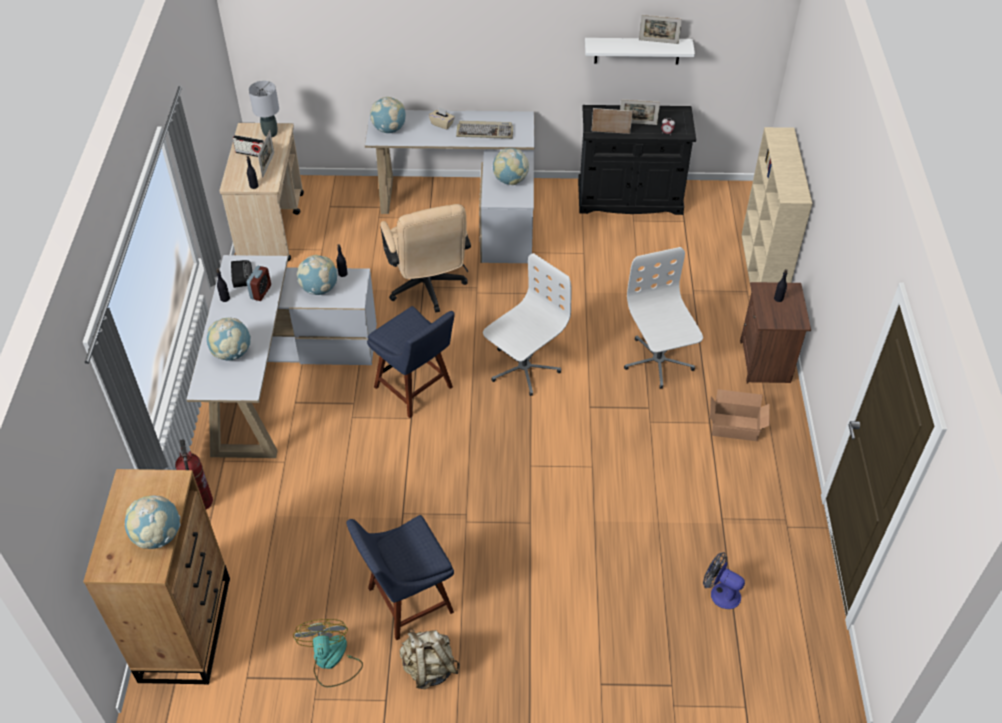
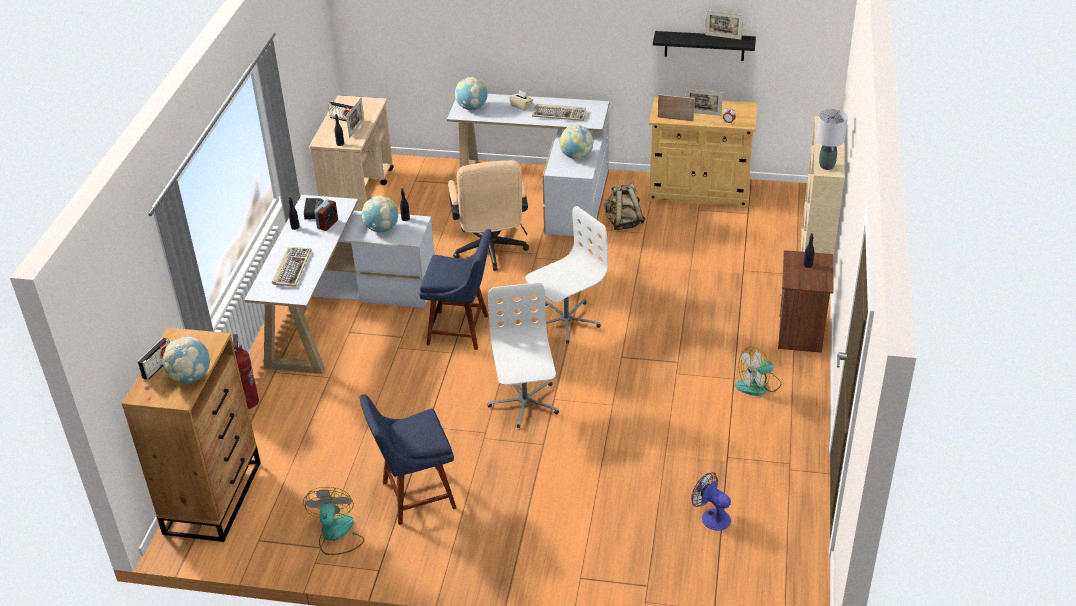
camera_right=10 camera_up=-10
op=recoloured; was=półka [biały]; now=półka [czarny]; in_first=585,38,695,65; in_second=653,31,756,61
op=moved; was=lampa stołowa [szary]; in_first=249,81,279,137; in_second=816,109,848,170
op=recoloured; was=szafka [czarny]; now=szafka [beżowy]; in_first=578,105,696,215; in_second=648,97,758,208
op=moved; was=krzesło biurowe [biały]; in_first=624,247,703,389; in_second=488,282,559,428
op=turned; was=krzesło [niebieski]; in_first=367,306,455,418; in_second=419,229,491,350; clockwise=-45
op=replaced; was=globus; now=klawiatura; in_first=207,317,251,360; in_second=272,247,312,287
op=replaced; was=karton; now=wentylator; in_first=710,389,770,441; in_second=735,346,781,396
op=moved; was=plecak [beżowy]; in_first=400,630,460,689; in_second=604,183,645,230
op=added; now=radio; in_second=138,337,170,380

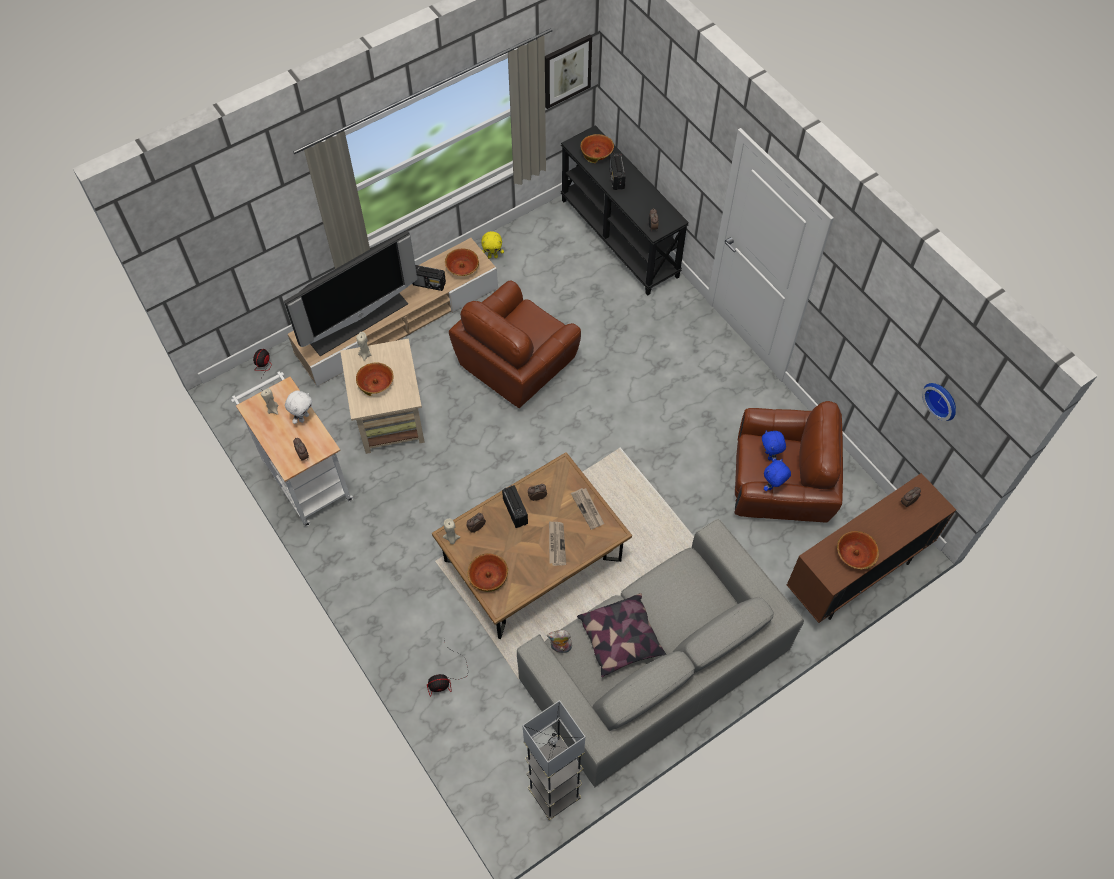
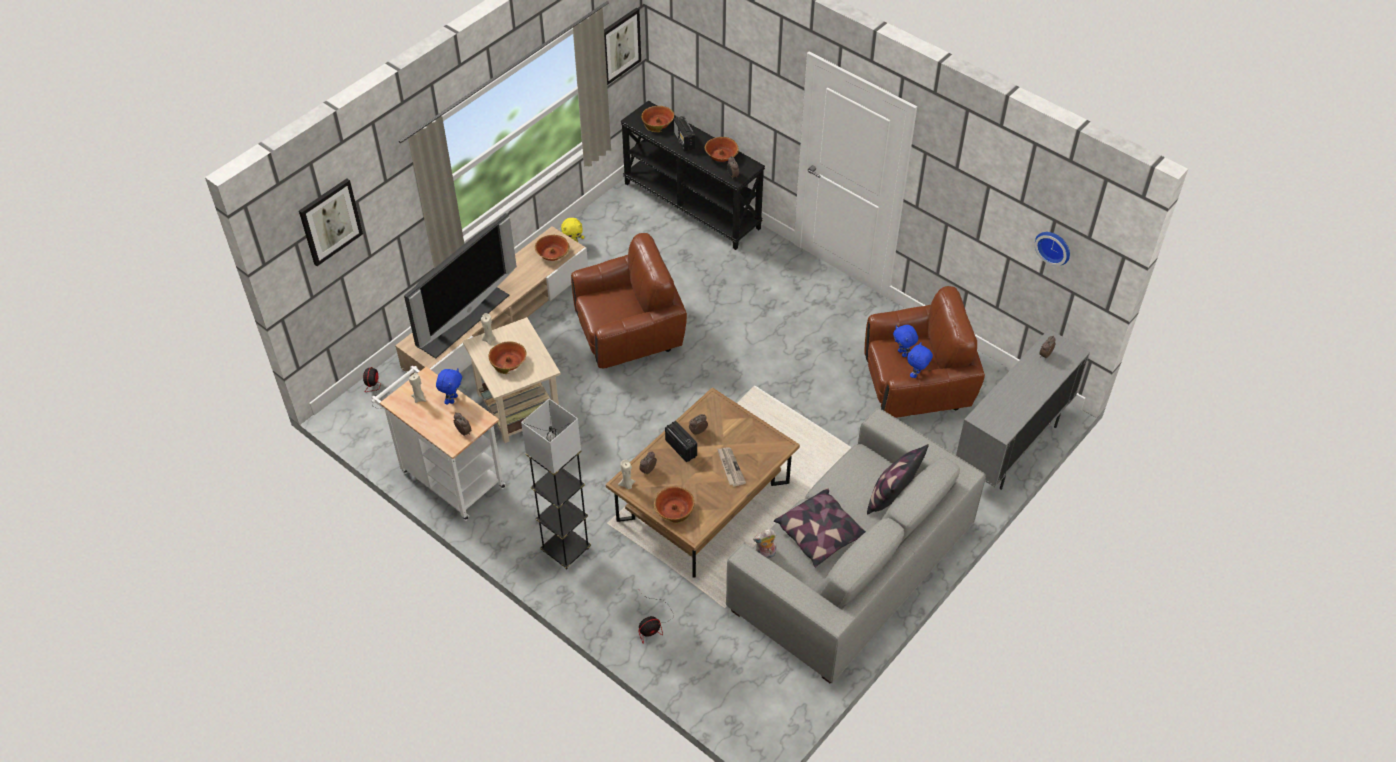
camera_right=-15 camera_up=-10
op=removed; was=radio; in_first=413,265,446,291
op=turned; was=fotel [brązowy]; in_first=449,280,581,408; in_second=571,233,687,368; clockwise=-135
op=recoloured; was=pluszak [biały]; now=pluszak [niebieski]; in_first=285,391,312,424; in_second=436,368,462,404
op=recoloured; was=szafka [brązowy]; now=szafka [szary]; in_first=787,473,956,623; in_second=956,329,1090,490
op=removed; was=gazeta; in_first=571,488,604,530
op=moved; was=miska; in_first=837,531,879,570; in_second=705,137,739,162
op=moved; was=lampa stojąca [szary]; in_first=522,700,585,820; in_second=521,399,591,569
op=added; now=obraz; in_second=299,179,363,266
op=added; now=poduszka; in_second=867,444,929,514

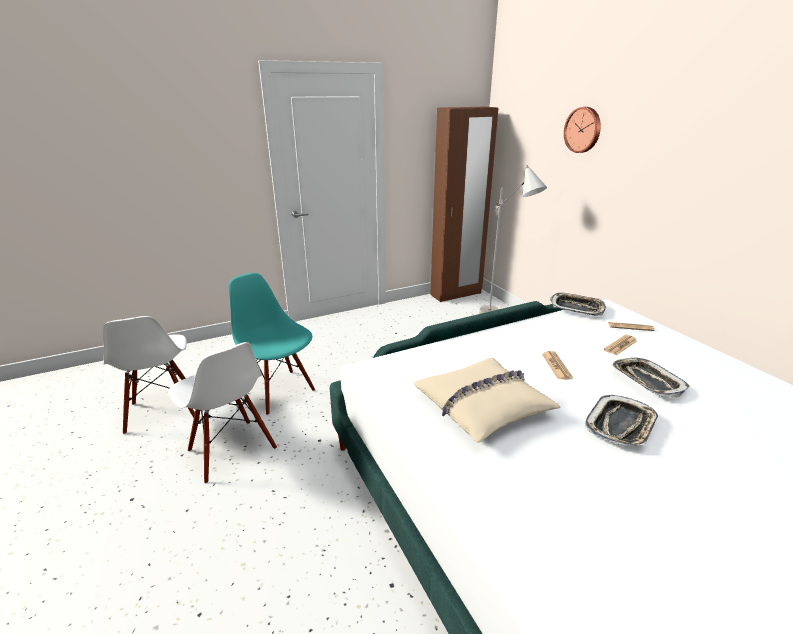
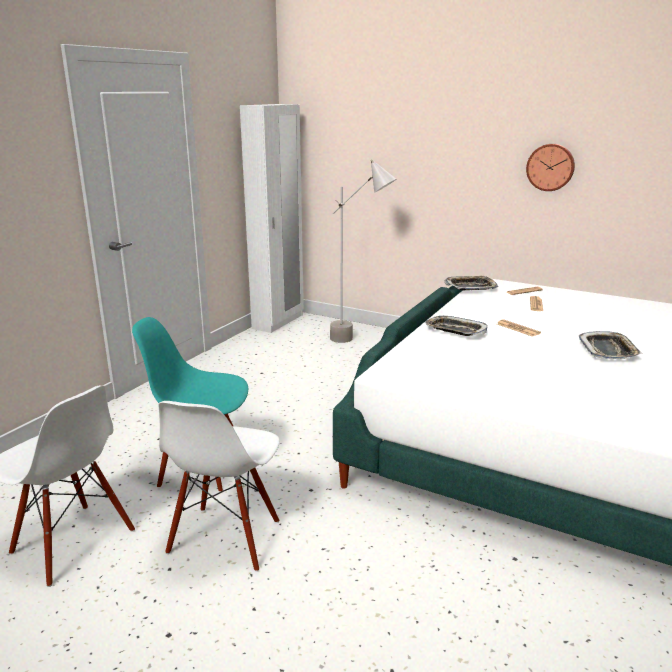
camera_right=-35 camera_up=-5
op=recoloured; was=szafa [brązowy]; now=szafa [biały]; in_first=430,107,498,302; in_second=240,104,304,333
op=moved; was=zegar ścienny; in_first=564,107,601,153; in_second=526,144,575,191
op=turned; was=krzesło [biały]; in_first=168,342,277,484; in_second=158,401,280,572; clockwise=90
op=removed; was=poduszka [beżowy]; in_first=413,358,561,443
op=moved; was=taca; in_first=612,358,690,398; in_second=425,316,487,336

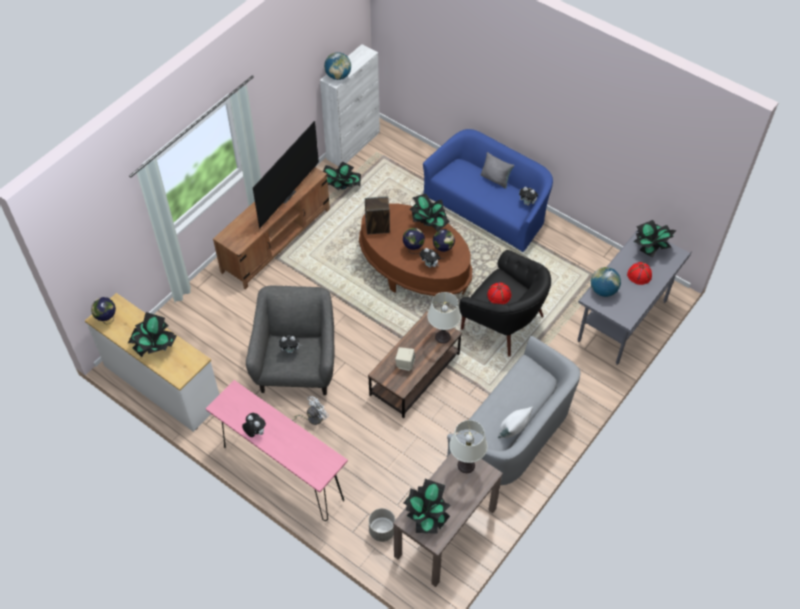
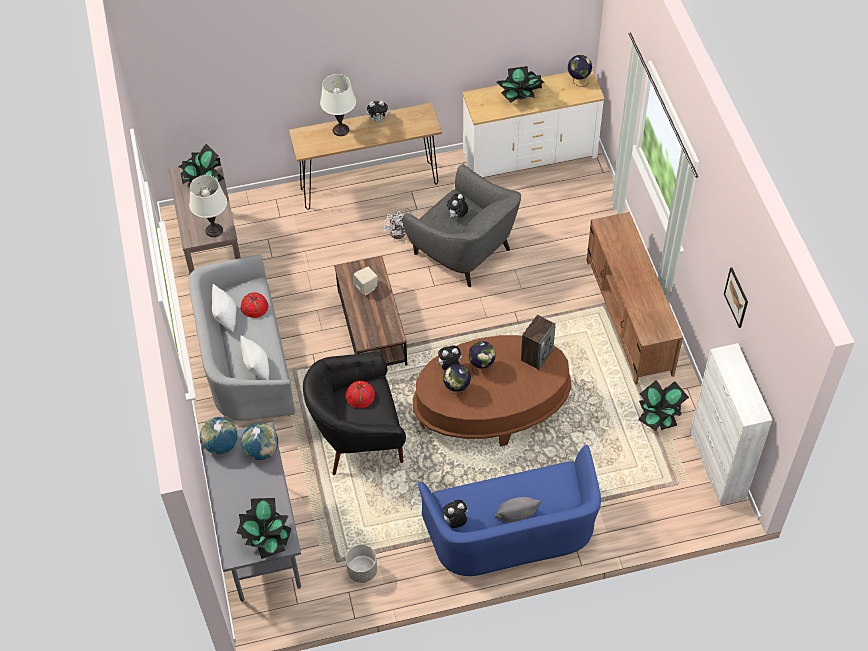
camera_right=130 camera_up=0
op=moved; was=globus; in_first=324,52,351,80; in_second=200,417,238,454
op=removed; was=telewizor; in_first=253,121,319,228
op=removed; was=roślina doniczkowa; in_first=409,193,450,231
op=moved; was=kapelusz [czerwony]; in_first=627,262,652,285; in_second=241,292,268,318
op=moved; was=lampa stołowa [biały]; in_first=427,292,461,344; in_second=320,74,356,136
op=recoloured; was=stolik konsolowy [różowy]; now=stolik konsolowy [brązowy]; in_first=205,380,348,521; in_second=289,103,442,210
op=moved; was=donica [szary]; in_first=369,508,395,542; in_second=346,544,377,583
op=added; now=obraz; in_second=724,268,748,328
op=added; now=poduszka [biały]; in_second=240,336,269,380

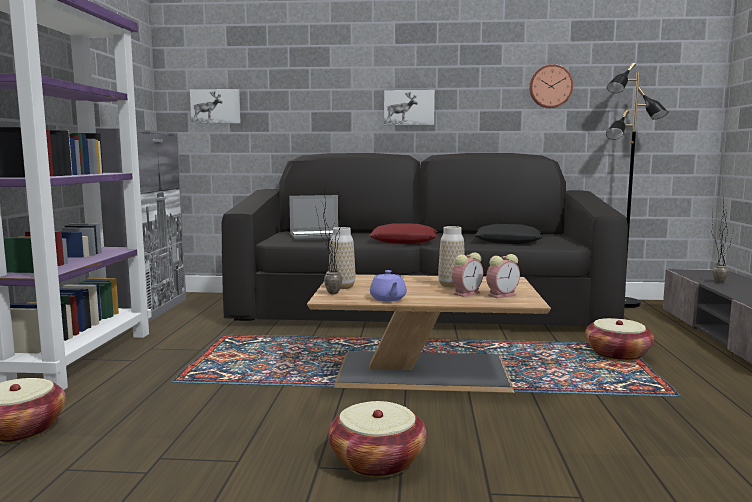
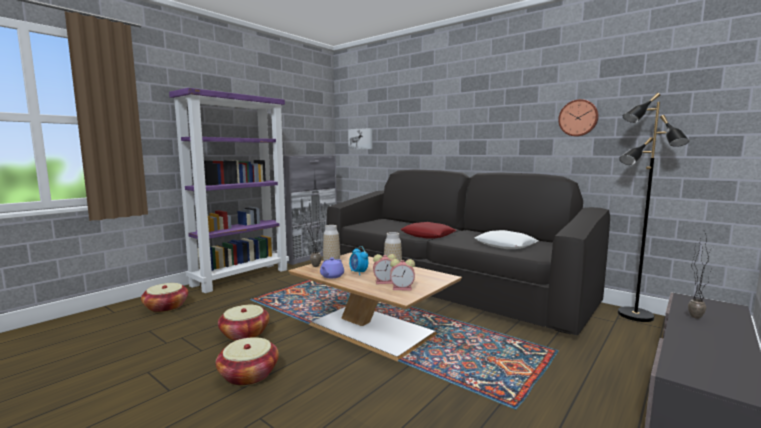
camera_right=35 camera_up=0
op=removed; was=obraz; in_first=384,90,435,125
op=removed; was=laptop; in_first=289,195,338,240
op=recoloured; was=poduszka [czarny]; now=poduszka [biały]; in_first=474,224,543,244; in_second=475,230,538,249
op=moved; was=koszyk; in_first=585,318,654,361; in_second=218,305,269,341
op=added; now=budzik; in_second=349,246,368,275

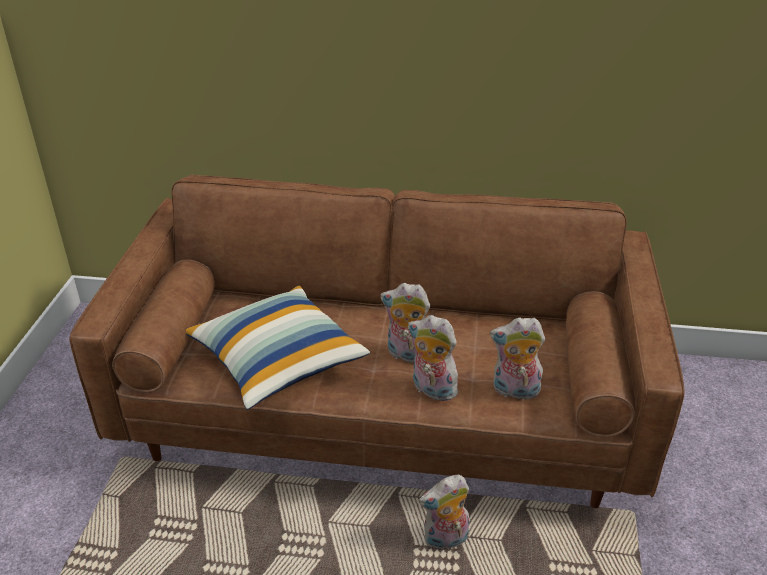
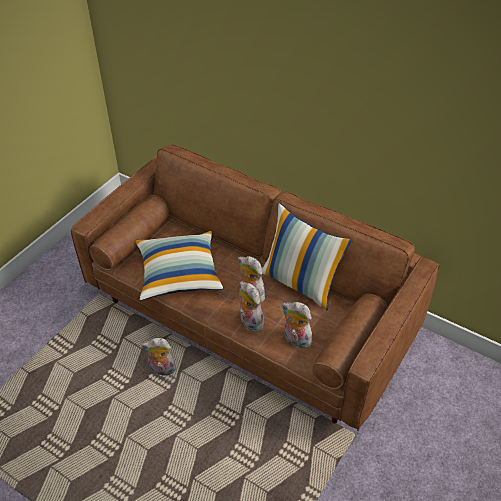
camera_right=25 camera_up=10
op=moved; was=pluszak; in_first=419,475,469,549; in_second=141,338,176,376
op=added; now=poduszka; in_second=262,203,352,311

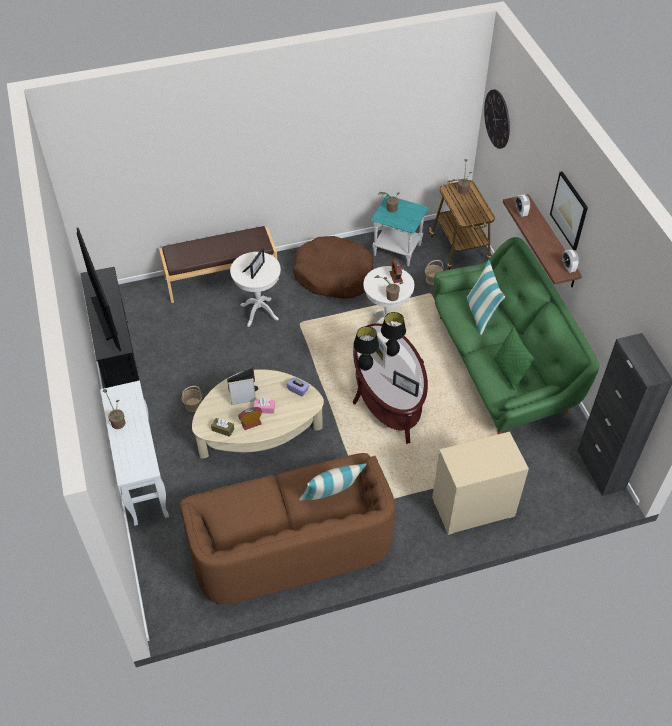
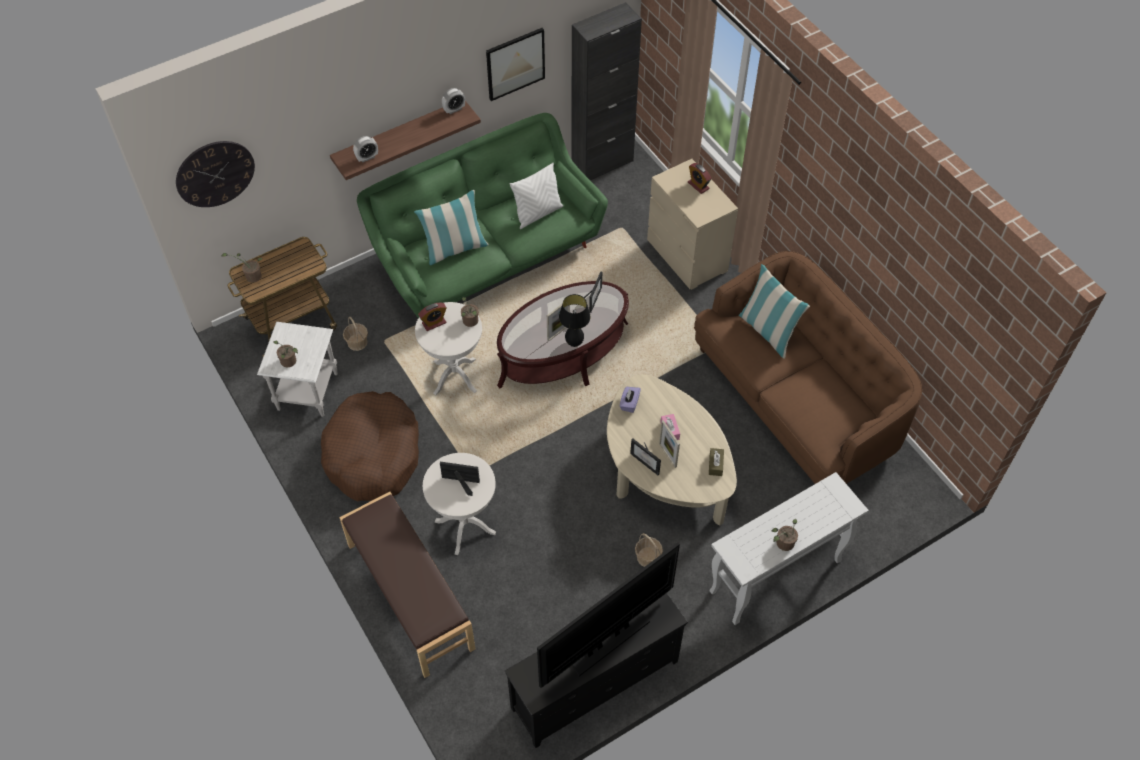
camera_right=-105 camera_up=5
op=moved; was=obraz; in_first=550,171,588,250; in_second=486,28,545,101
op=recoloured; was=stolik [turkusowy]; now=stolik [biały]; in_first=370,195,429,266; in_second=257,322,338,417
op=removed; was=lampa stołowa [czarny]; in_first=381,312,406,356
op=recoloured; was=poduszka [zielony]; now=poduszka [biały]; in_first=494,326,535,390; in_second=510,163,563,229
op=moved; was=budzik; in_first=238,407,262,430; in_second=688,163,711,194

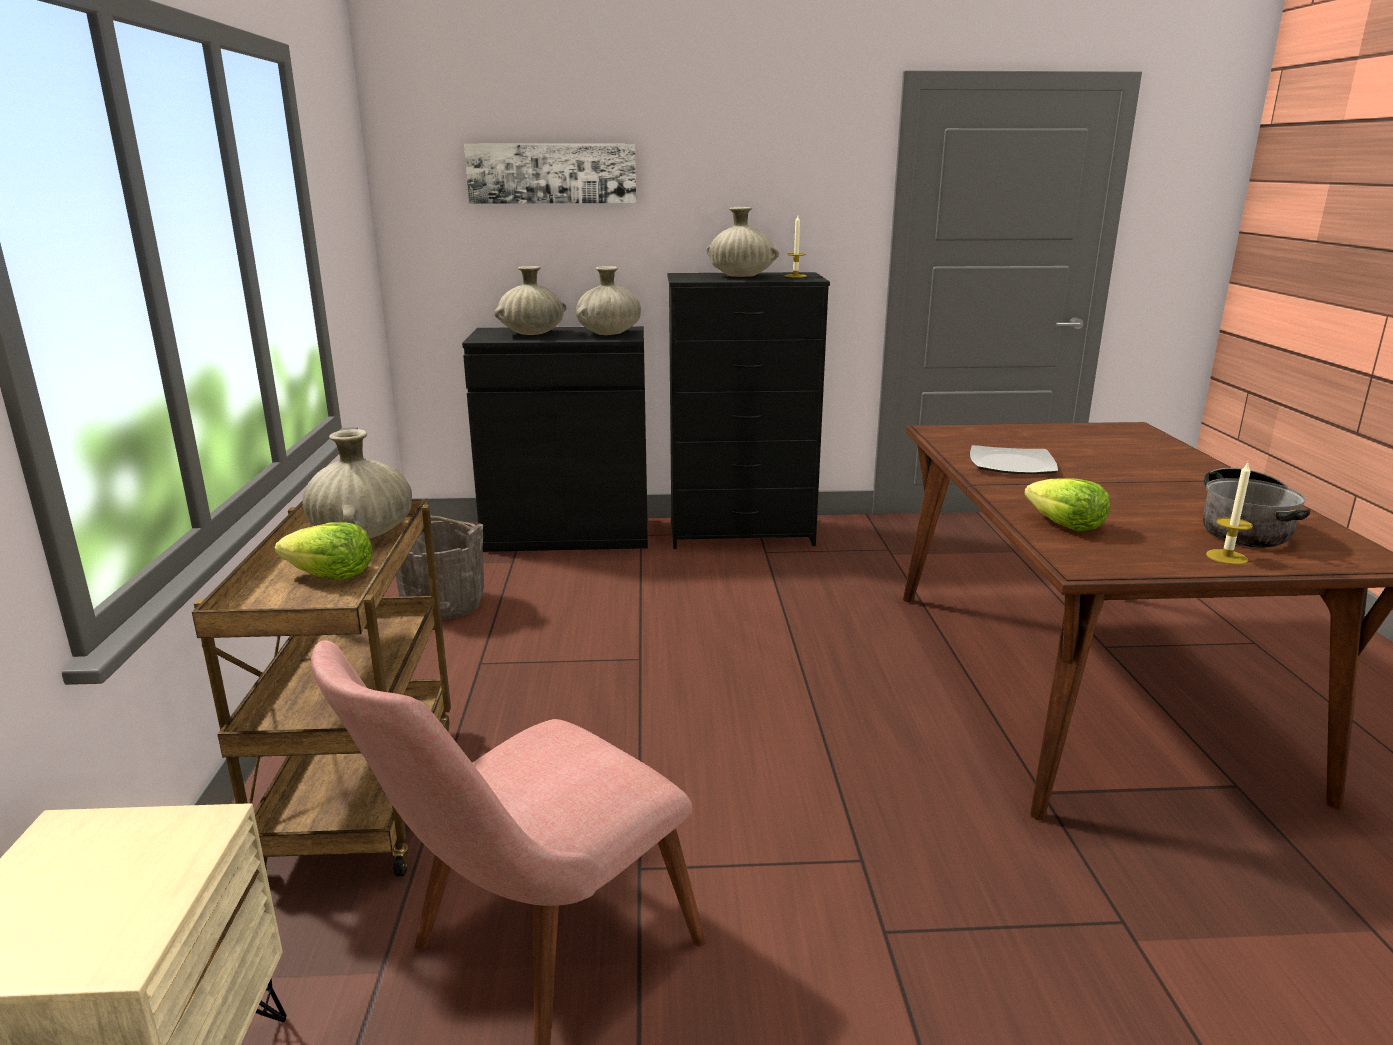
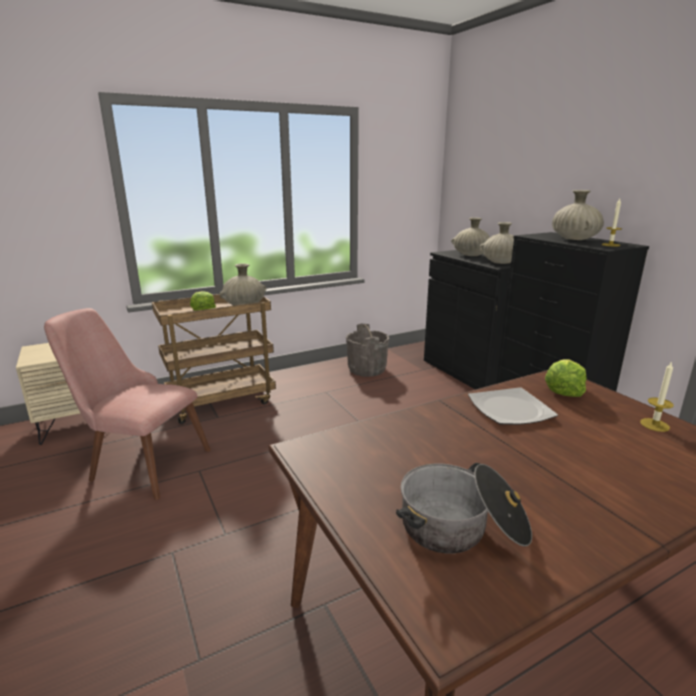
camera_right=65 camera_up=0
op=removed; was=obraz; in_first=464,144,636,204
op=moved; was=świeca; in_first=1206,462,1253,565; in_second=640,361,674,432
op=moved; was=sałata; in_first=1024,479,1110,532; in_second=545,360,587,397

